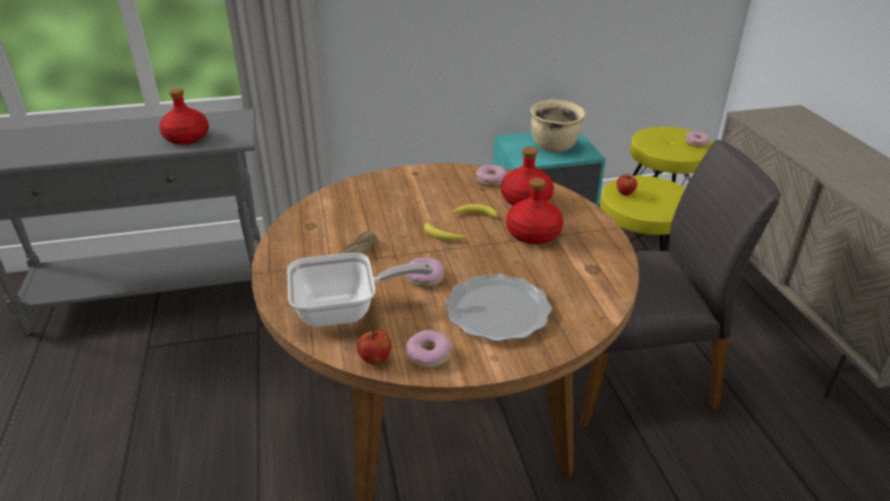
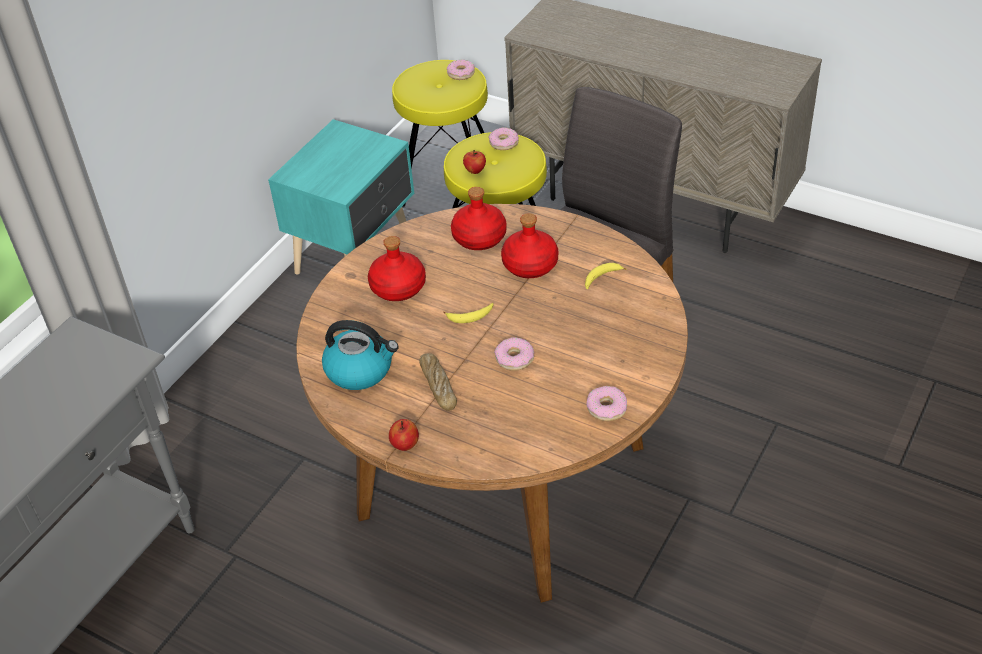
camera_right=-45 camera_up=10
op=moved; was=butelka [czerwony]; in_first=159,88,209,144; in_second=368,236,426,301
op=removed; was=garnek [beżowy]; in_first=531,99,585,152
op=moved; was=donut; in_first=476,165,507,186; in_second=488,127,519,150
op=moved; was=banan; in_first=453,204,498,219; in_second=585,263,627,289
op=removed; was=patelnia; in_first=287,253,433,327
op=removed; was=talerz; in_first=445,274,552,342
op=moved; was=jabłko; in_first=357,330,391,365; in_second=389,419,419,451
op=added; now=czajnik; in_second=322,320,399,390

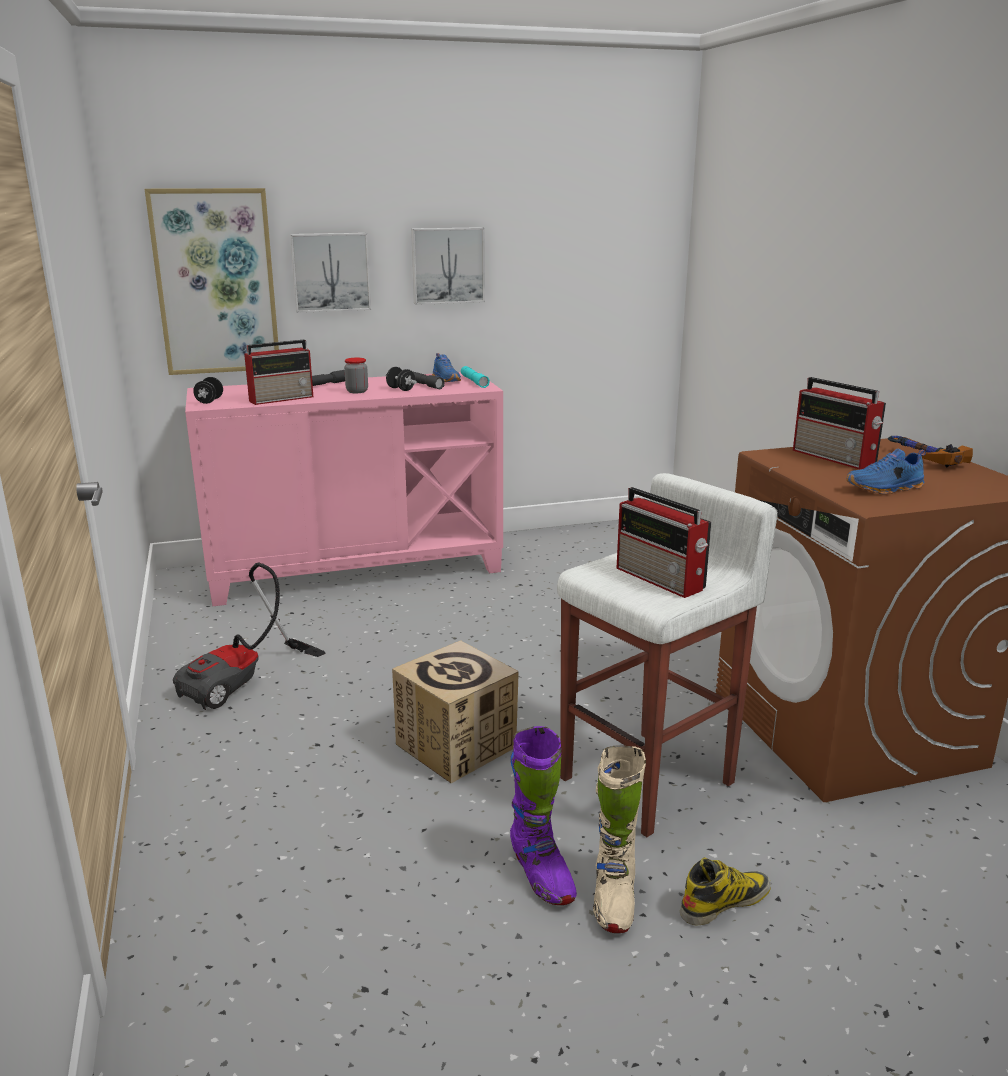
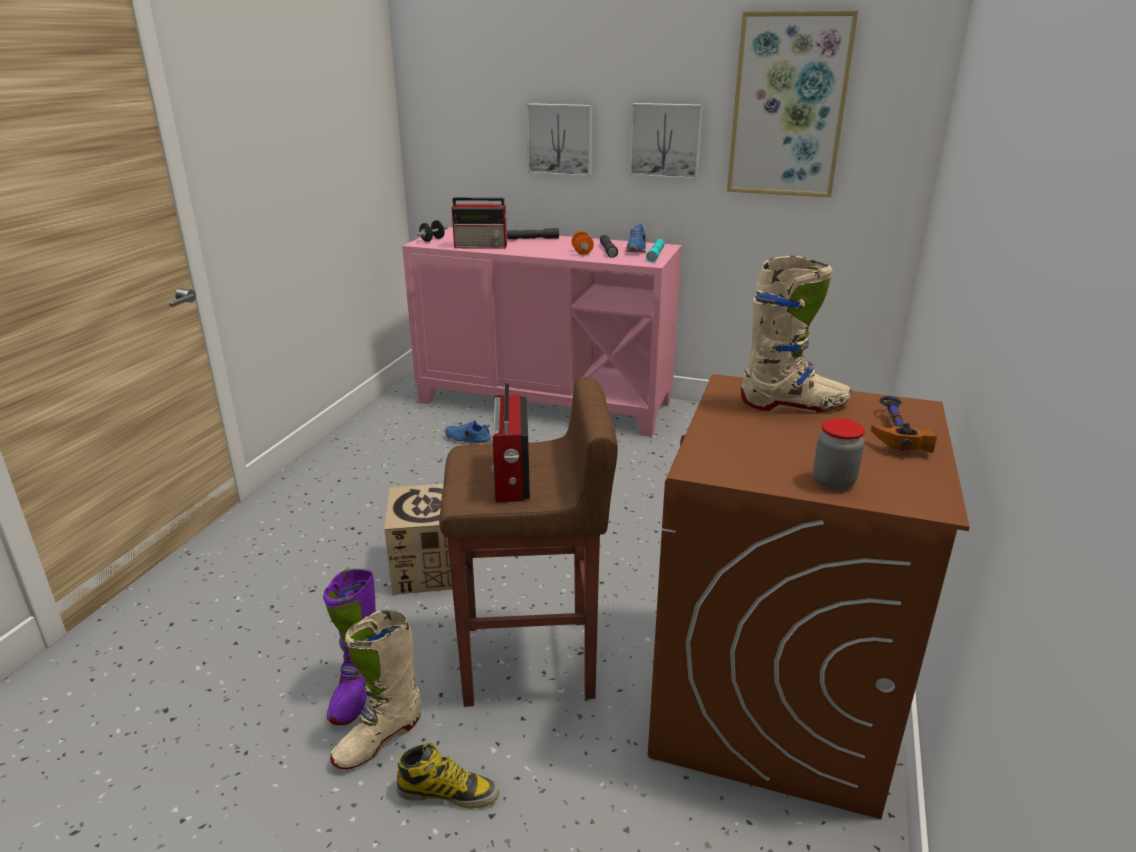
camera_right=35 camera_up=5
op=moved; was=obraz; in_first=145,188,279,375; in_second=727,11,858,197
op=moved; was=słoik; in_first=344,358,368,393; in_second=813,418,865,490
op=recoloured; was=hantel [czarny]; now=hantel [pomarańczowy]; in_first=386,367,417,391; in_second=572,231,594,255
op=replaced; was=radio; now=but z cholewką [beżowy]; in_first=793,377,886,469; in_second=741,256,852,412
op=moved; was=but [niebieski]; in_first=846,449,926,495; in_second=445,420,492,445
op=recoloured; was=stołek [biały]; now=stołek [brązowy]; in_first=557,473,778,837; in_second=439,377,618,707
op=removed; was=odkurzacz; in_first=173,562,326,710

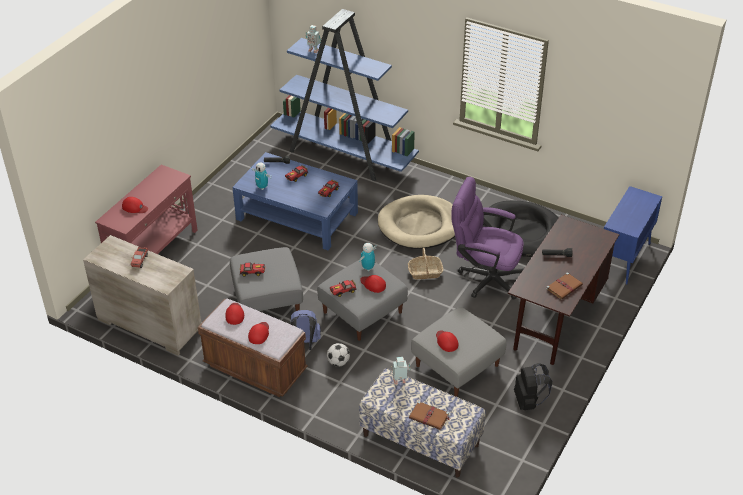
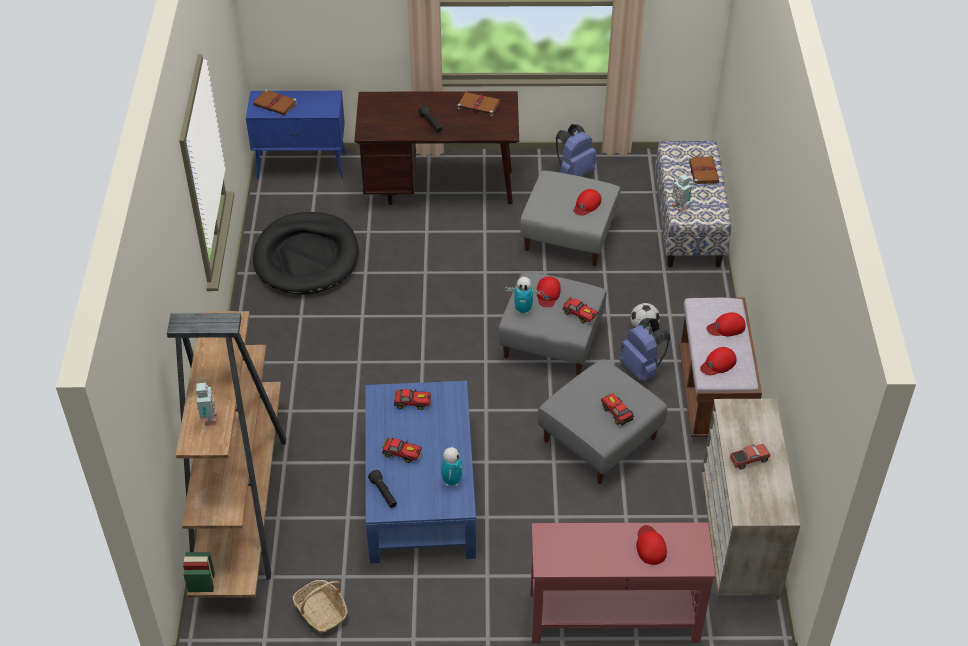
camera_right=-120 camera_up=5
op=recoloured; was=regał [niebieski]; now=regał [brązowy]; in_first=270,9,419,181; in_second=167,311,286,598
op=removed; was=krzesło biurowe [fioletowy]; in_first=451,177,524,300
op=removed; was=legowisko [beżowy]; in_first=378,195,455,249
op=moved; was=koszyk; in_first=408,248,444,279; in_second=293,580,348,633
op=recoloured; was=plecak [czarny]; now=plecak [niebieski]; in_first=514,363,552,410; in_second=556,124,596,176
op=added; now=książka [brązowy]; in_second=253,89,297,115

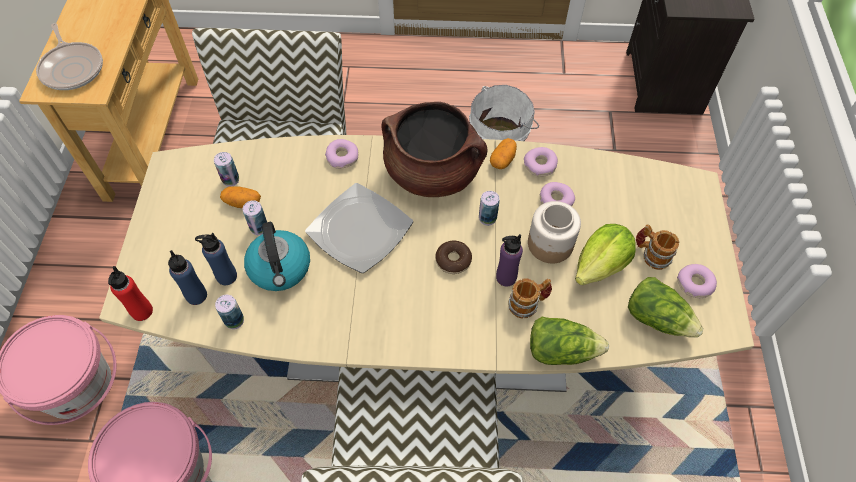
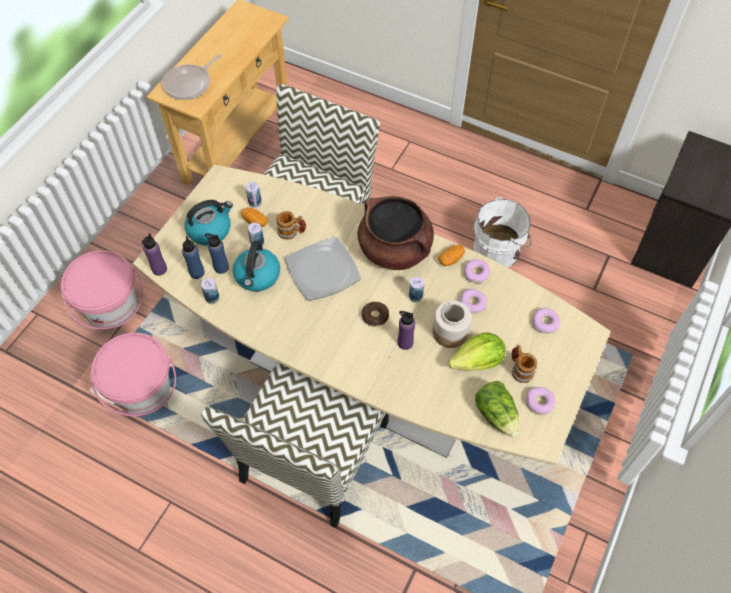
camera_right=25 camera_up=0
op=turned; was=patelnia; in_first=36,23,103,90; in_second=162,54,222,100; clockwise=45
op=moved; was=donut; in_first=325,139,358,169; in_second=532,308,560,334
op=recoloured; was=butelka [czerwony]; now=butelka [fioletowy]; in_first=108,266,153,321; in_second=142,233,167,276
op=moved; was=kubek; in_first=508,279,552,318; in_second=276,211,306,240
op=removed; was=sałata; in_first=530,317,609,365
op=added; now=czajnik; in_second=185,200,233,246

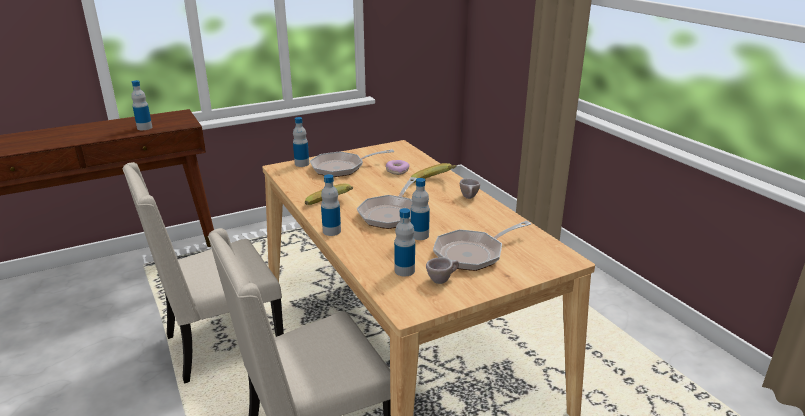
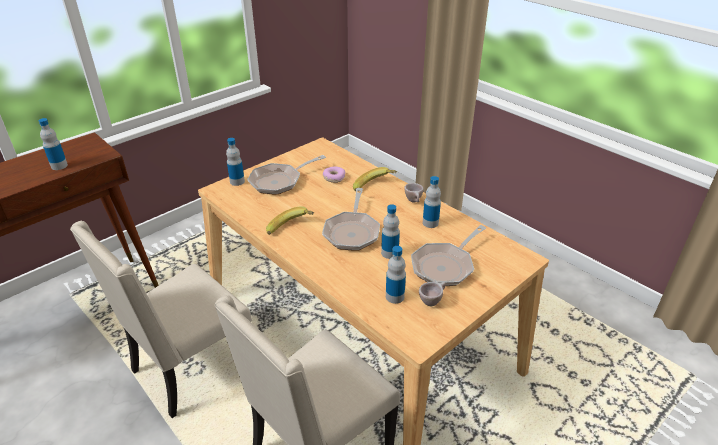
camera_right=-15 camera_up=10
op=moved; was=butelka; in_first=321,174,341,236; in_second=423,176,441,228

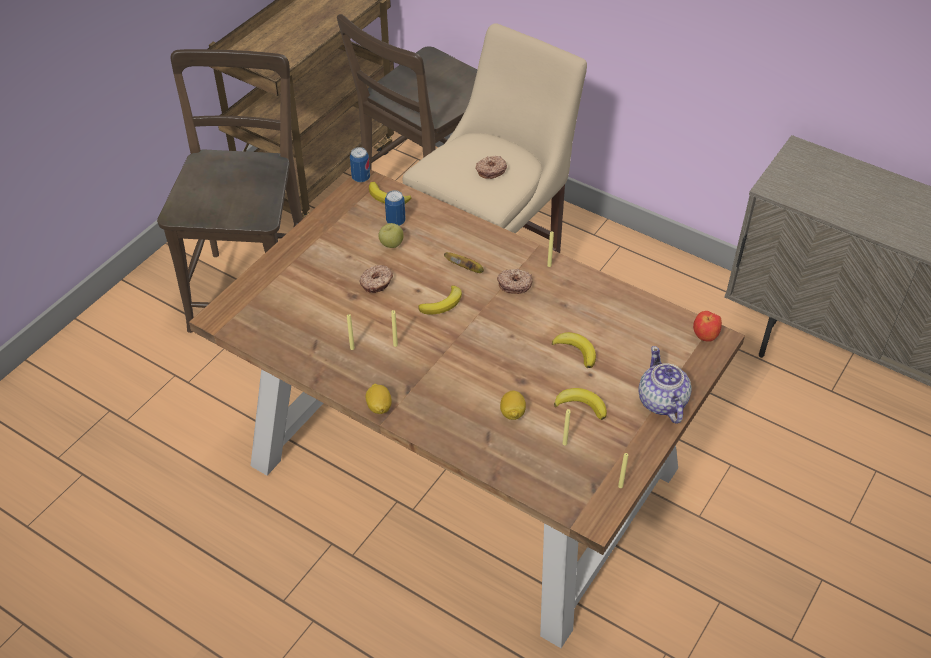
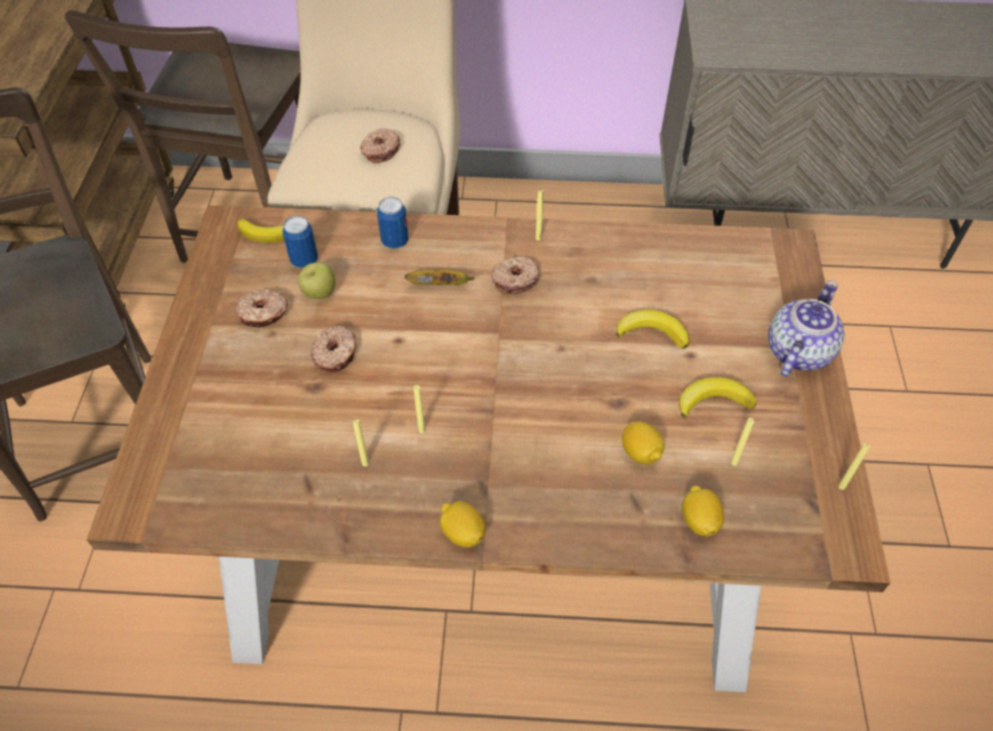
camera_right=-30 camera_up=5
op=moved; was=puszka; in_first=350,147,370,182; in_second=377,197,408,248
op=removed; was=banan; in_first=418,286,462,315
op=removed; was=jabłko; in_first=693,311,722,342
op=turned; was=imbryk; in_first=638,346,692,424; in_second=768,281,845,377; clockwise=75
op=added; now=donut; in_second=236,289,288,328
op=added; now=cytryna; in_second=682,485,724,537

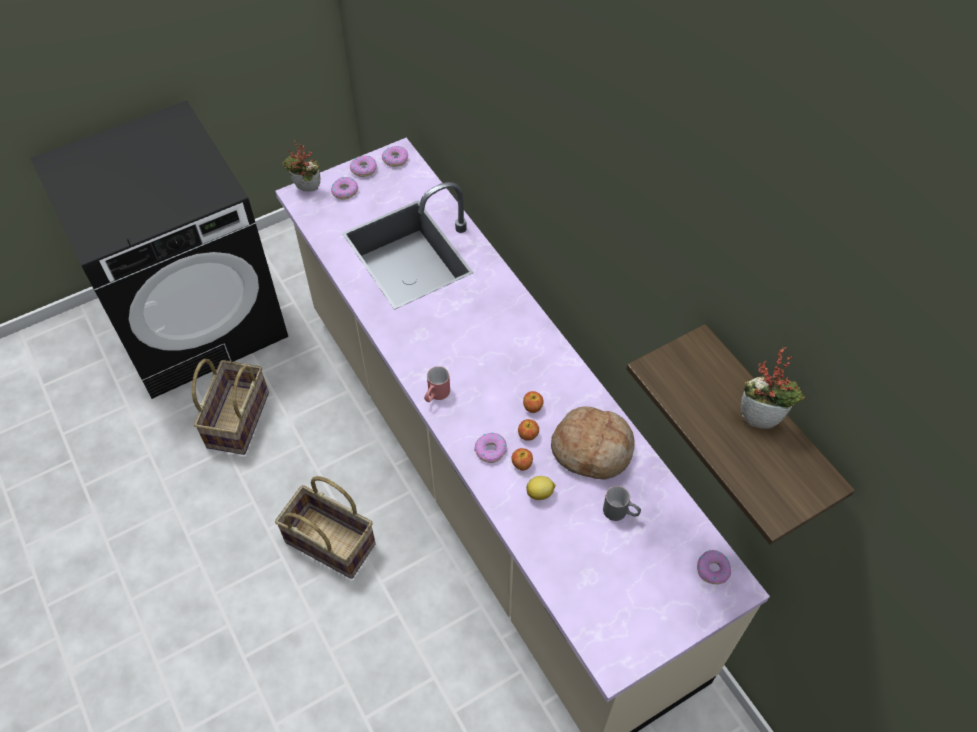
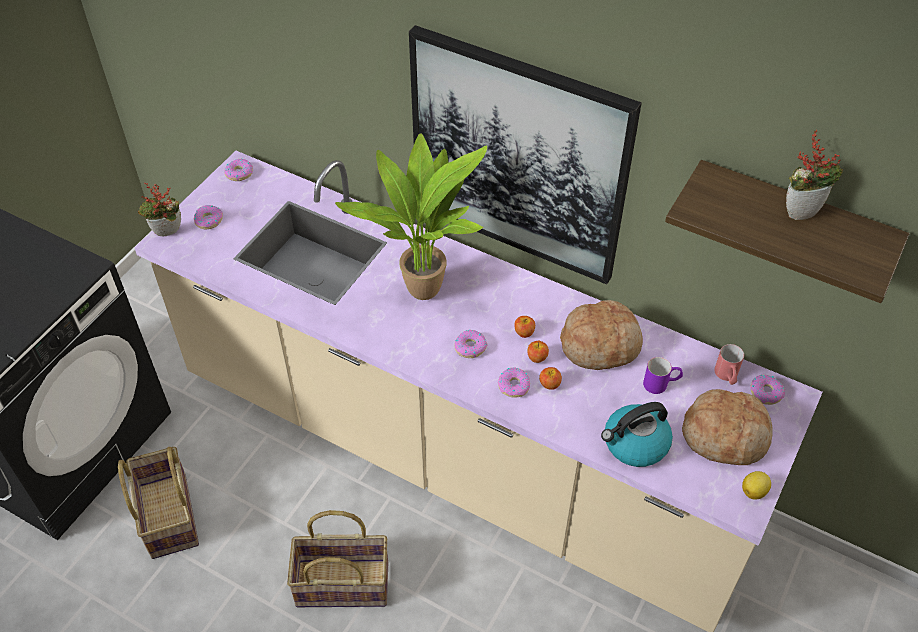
camera_right=-30 camera_up=-5
op=moved; was=donut; in_first=350,156,377,177; in_second=454,330,487,358
op=moved; was=kubek [czerwony]; in_first=424,366,450,402; in_second=714,344,744,385
op=moved; was=cytryna; in_first=527,476,556,500; in_second=742,471,771,499
op=recoloured; was=kubek [szary]; now=kubek [fioletowy]; in_first=603,486,641,521; in_second=643,357,683,394
op=added; now=obraz; in_second=409,25,642,284
op=added; now=roślina doniczkowa; in_second=335,133,487,300
op=added; now=chleb; in_second=682,389,773,465
op=added; now=czajnik; in_second=601,402,673,467

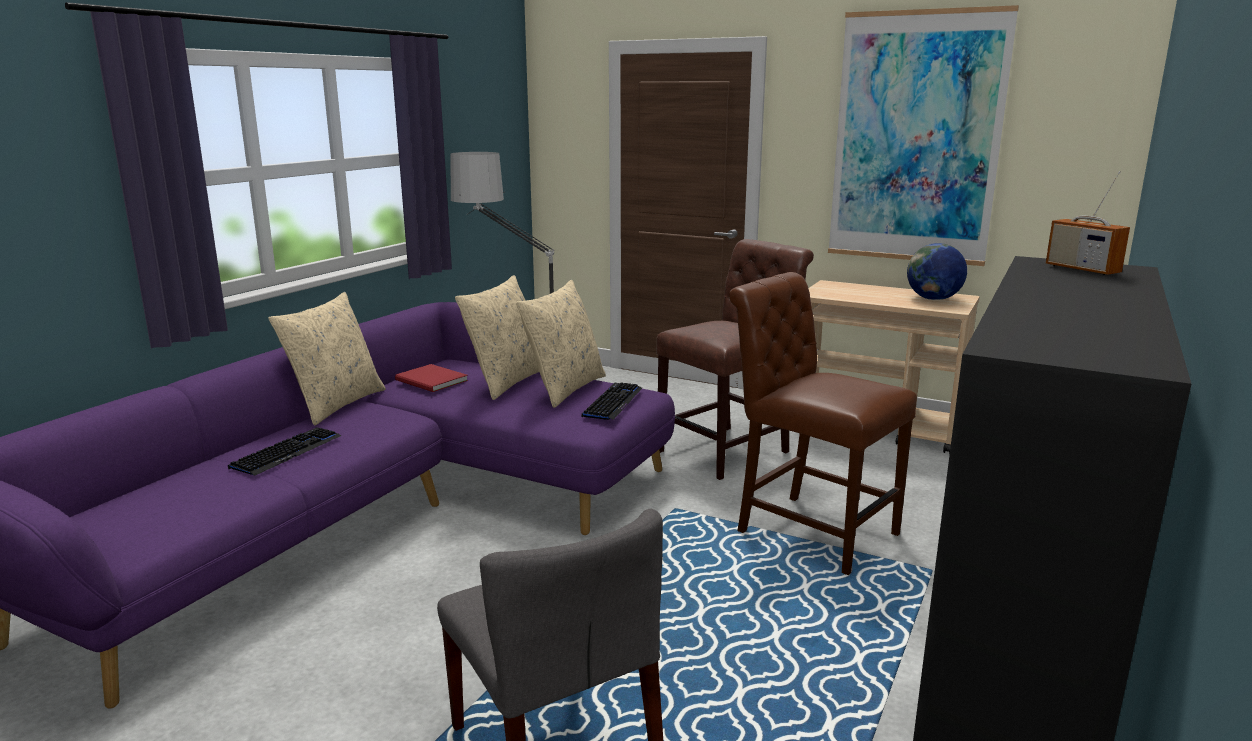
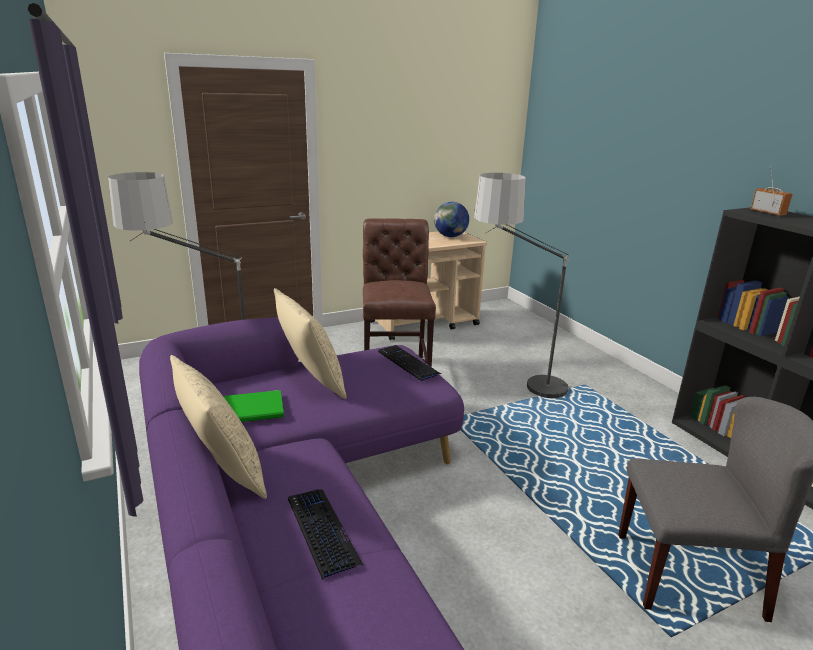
camera_right=-55 camera_up=5
op=removed; was=obraz; in_first=828,5,1019,266
op=turned; was=radio; in_first=1046,171,1130,275; in_second=751,166,792,216; clockwise=-120
op=replaced; was=krzesło [brązowy]; now=lampa stojąca; in_first=729,272,917,575; in_second=474,173,570,398
op=removed; was=poduszka [beżowy]; in_first=516,280,606,408
op=recoloured; was=książka [czerwony]; now=książka [zielony]; in_first=395,364,468,392; in_second=224,390,284,422

